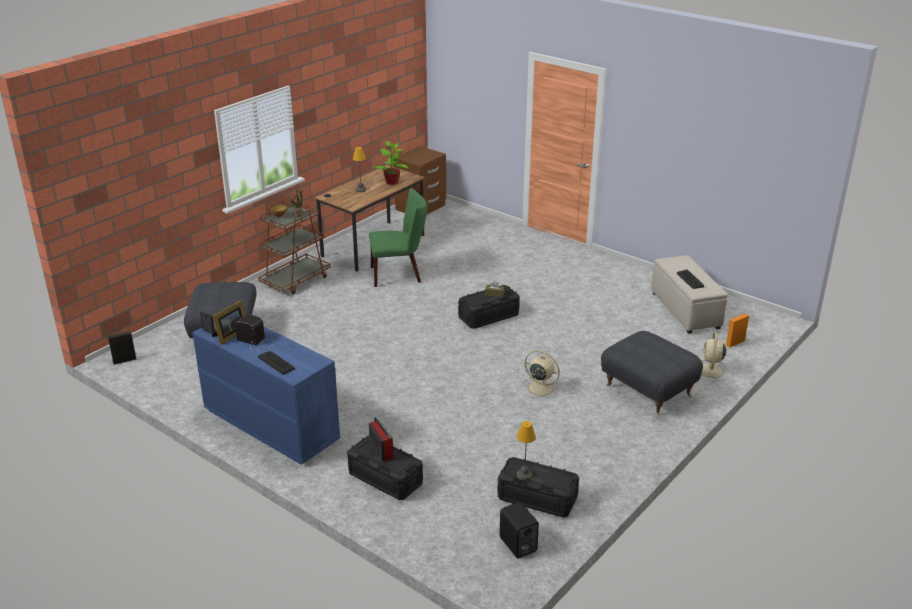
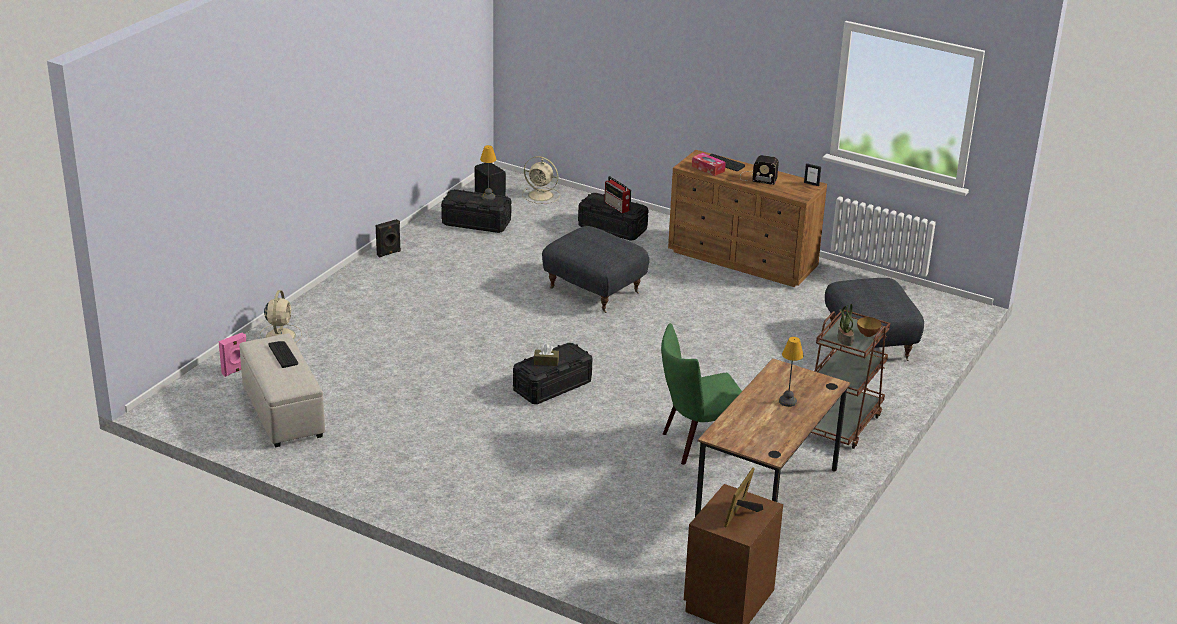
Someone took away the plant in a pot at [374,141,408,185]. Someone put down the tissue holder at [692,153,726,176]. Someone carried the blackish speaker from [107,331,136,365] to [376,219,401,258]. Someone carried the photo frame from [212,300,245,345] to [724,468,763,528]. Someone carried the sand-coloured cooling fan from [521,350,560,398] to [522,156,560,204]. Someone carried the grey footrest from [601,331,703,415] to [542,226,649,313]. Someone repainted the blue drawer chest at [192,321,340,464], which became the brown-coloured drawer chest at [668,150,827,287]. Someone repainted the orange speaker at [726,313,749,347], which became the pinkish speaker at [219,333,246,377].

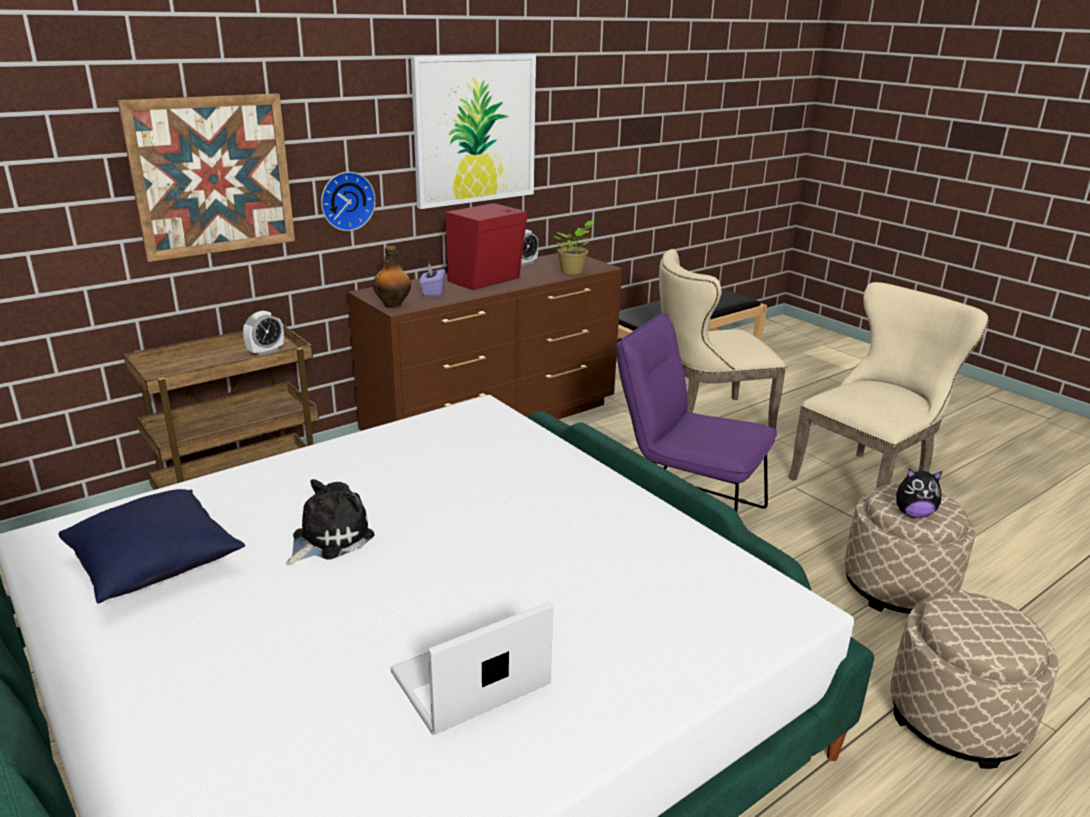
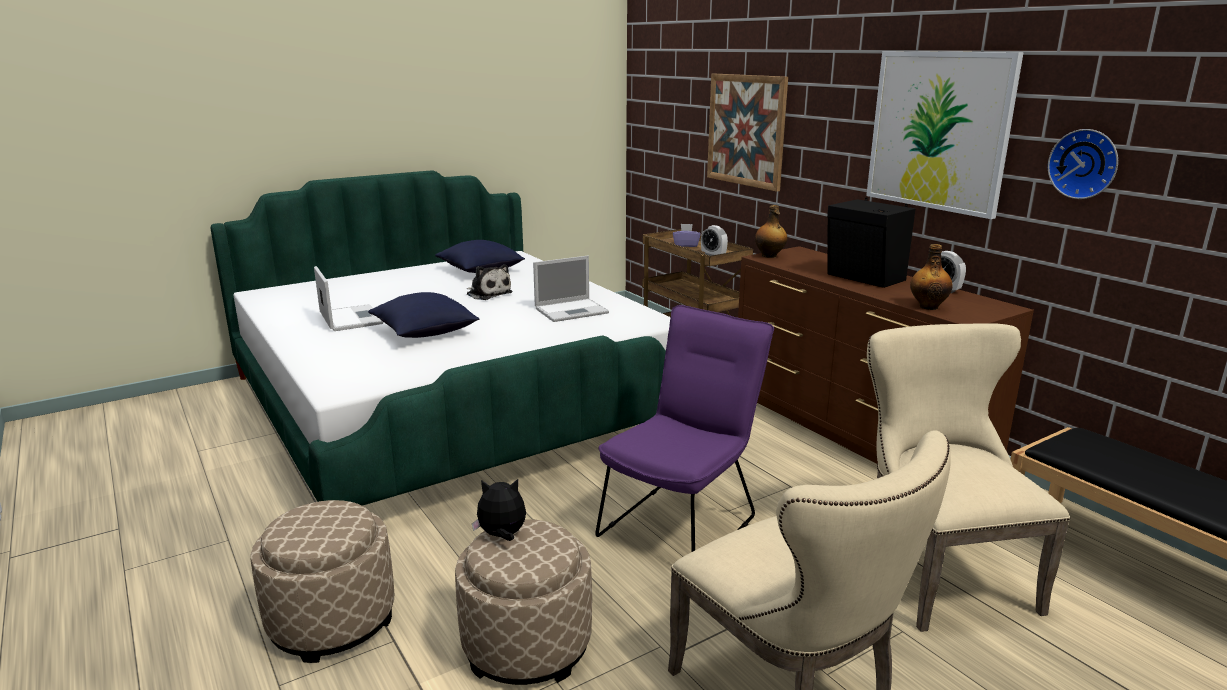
Someone put down the blue throw pillow at [368,292,480,338]. Someone put down the portable computer at [533,256,609,322]. Someone carried the wall clock from [321,172,376,231] to [1048,129,1118,199]. Someone carried the purple tissue holder from [420,263,445,297] to [673,224,701,247]. Someone swapped the plant in a pot at [554,220,594,275] for the drink bottle at [910,244,953,310]. Someone repainted the red-coloured speaker at [446,201,527,290], which became the blackish speaker at [827,197,915,288]. Someone rotated the plush toy at [896,468,942,518] by 75 degrees clockwise.

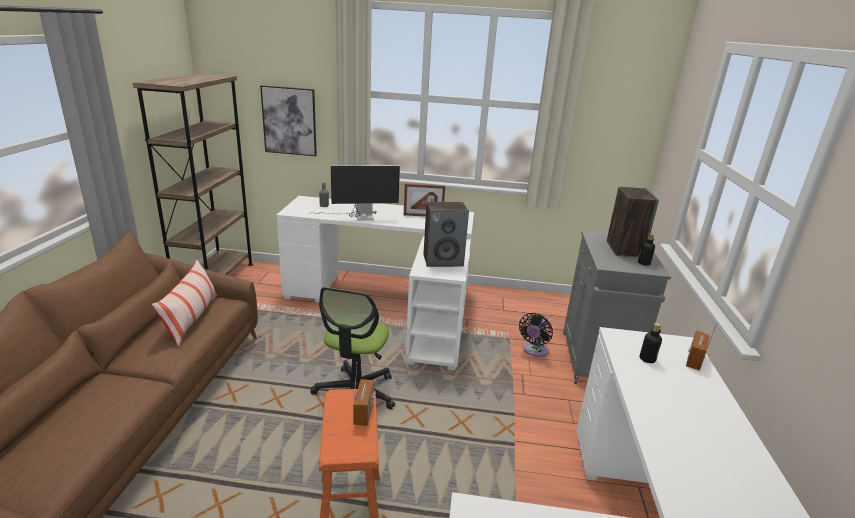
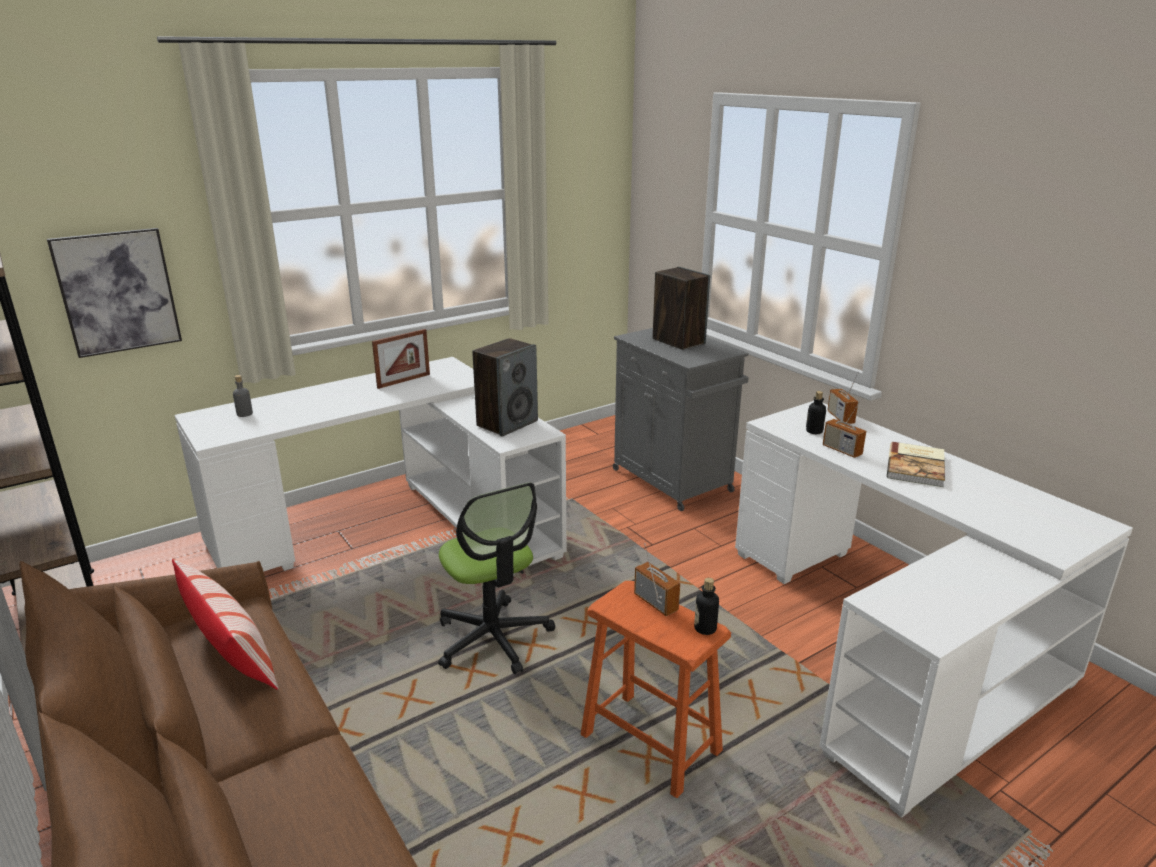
Someone took away the computer screen at [308,165,400,220]. Someone took away the blackish cooling fan at [519,313,553,357]. Someone put down the radio at [823,399,866,458]. Someone put down the volume at [887,442,945,487]. Someone carried the drink bottle from [638,233,655,266] to [694,578,719,635].

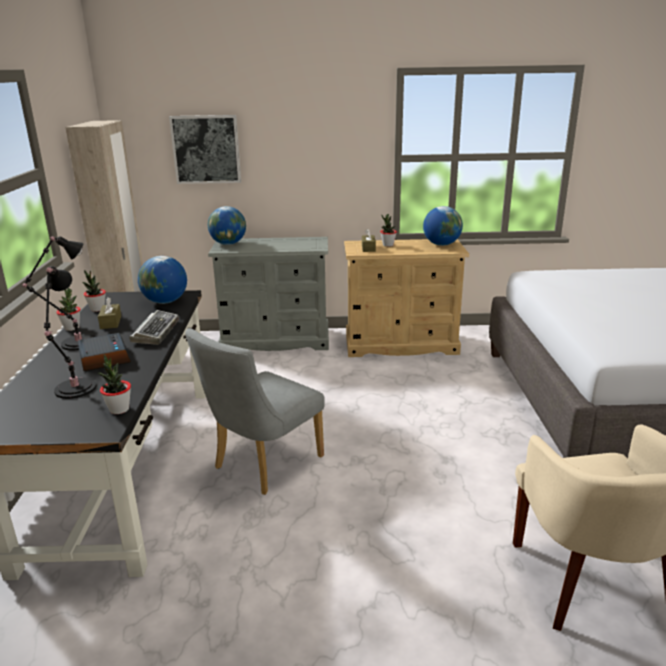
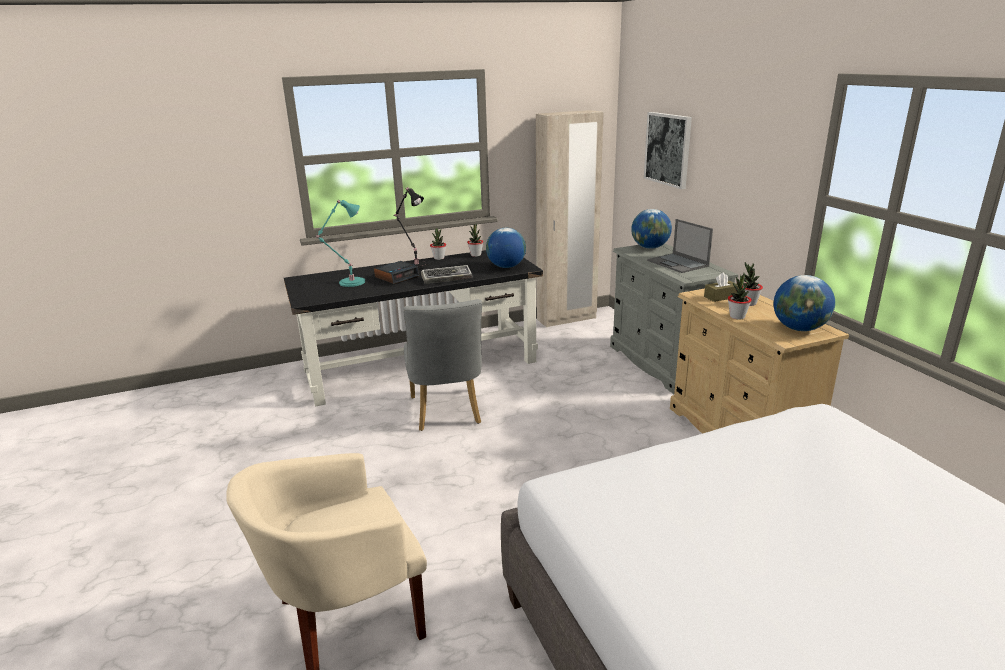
Someone took away the brown-coloured tissue holder at [98,297,121,329]. Someone put down the portable computer at [647,219,713,273]. Someone carried the plant in a pot from [98,354,131,414] to [728,273,752,319]. Someone repainted the blackish lamp for a table at [44,266,97,399], which became the blue-green lamp for a table at [316,200,365,287]. Someone rotated the grey upright chair at [185,328,325,495] by 120 degrees counterclockwise.

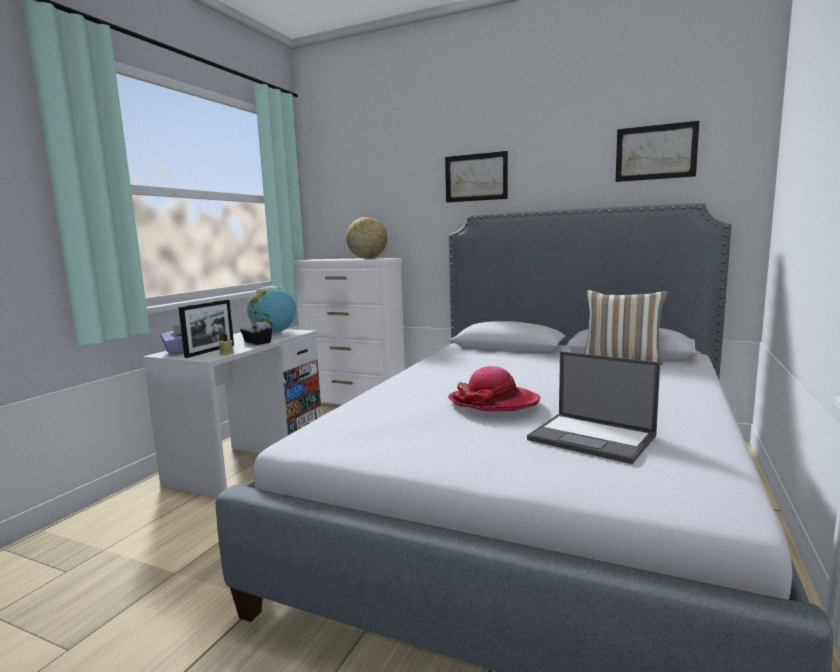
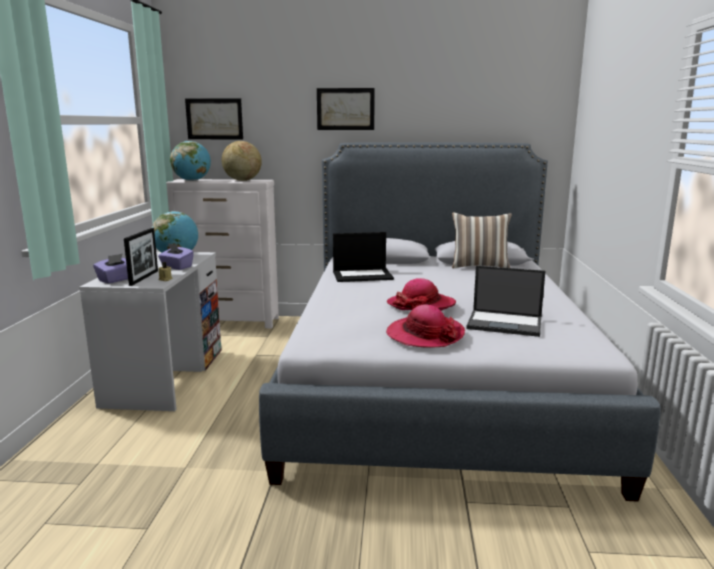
Someone put down the globe at [170,141,211,181]. Someone put down the portable computer at [333,232,394,282]. Someone put down the hat at [386,304,465,348]. Someone carried the wall art from [615,121,699,182] to [185,98,243,139]. Someone repainted the blackish tissue holder at [240,317,272,345], which became the purple tissue holder at [158,243,194,270].

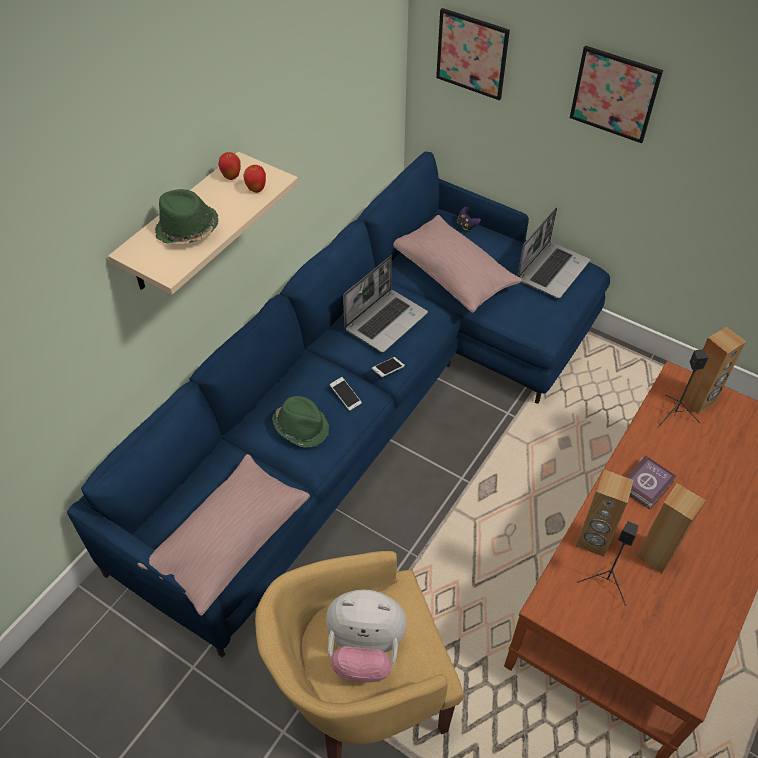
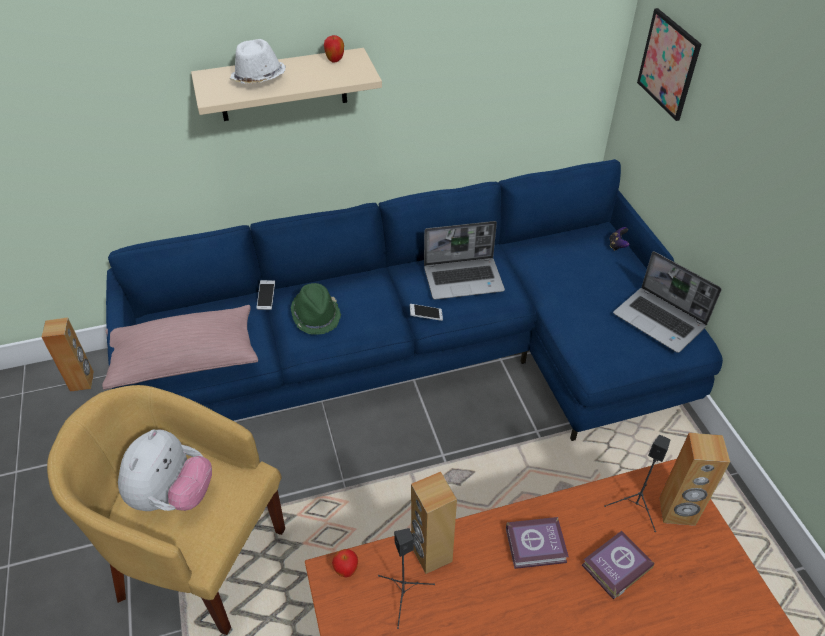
Someone took away the pinkish throw pillow at [393,215,522,313]. Someone took away the wall art at [570,45,663,143]. Someone put down the volume at [582,531,655,600]. Someone carried the apple fruit from [243,165,266,193] to [332,549,358,578]. Someone carried the telephone from [330,377,362,411] to [257,280,275,310]. Someone carried the brown-coloured speaker from [636,483,706,573] to [42,317,94,392]. Someone repainted the greenish hat at [155,189,219,244], which became the whitish hat at [230,39,286,84]. Someone rotated the plush toy at [326,590,407,682] by 120 degrees counterclockwise. Someone rotated the portable computer at [518,207,591,299] by 60 degrees clockwise.

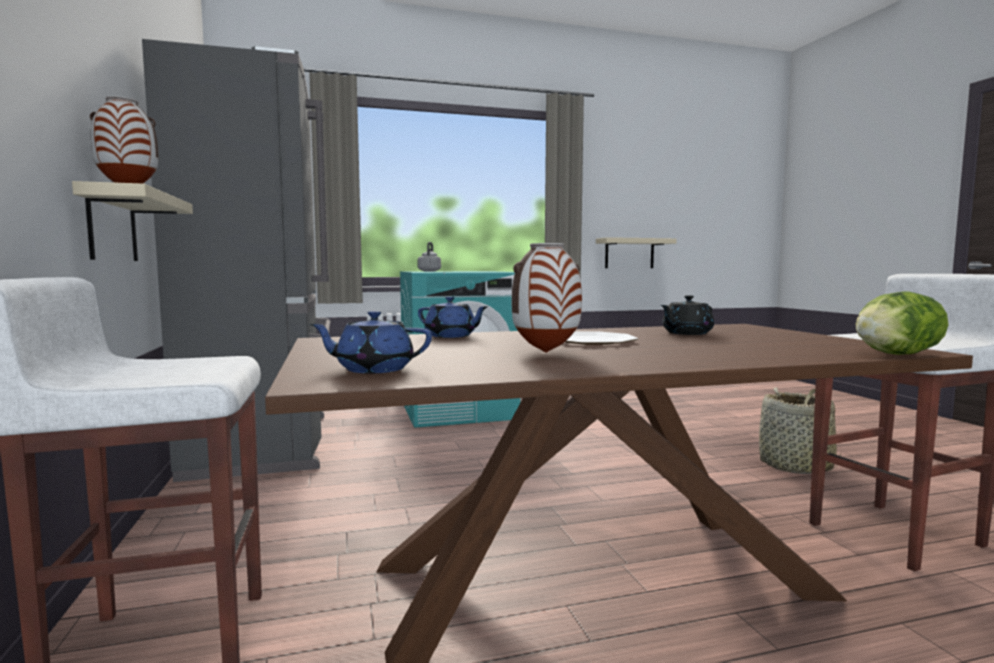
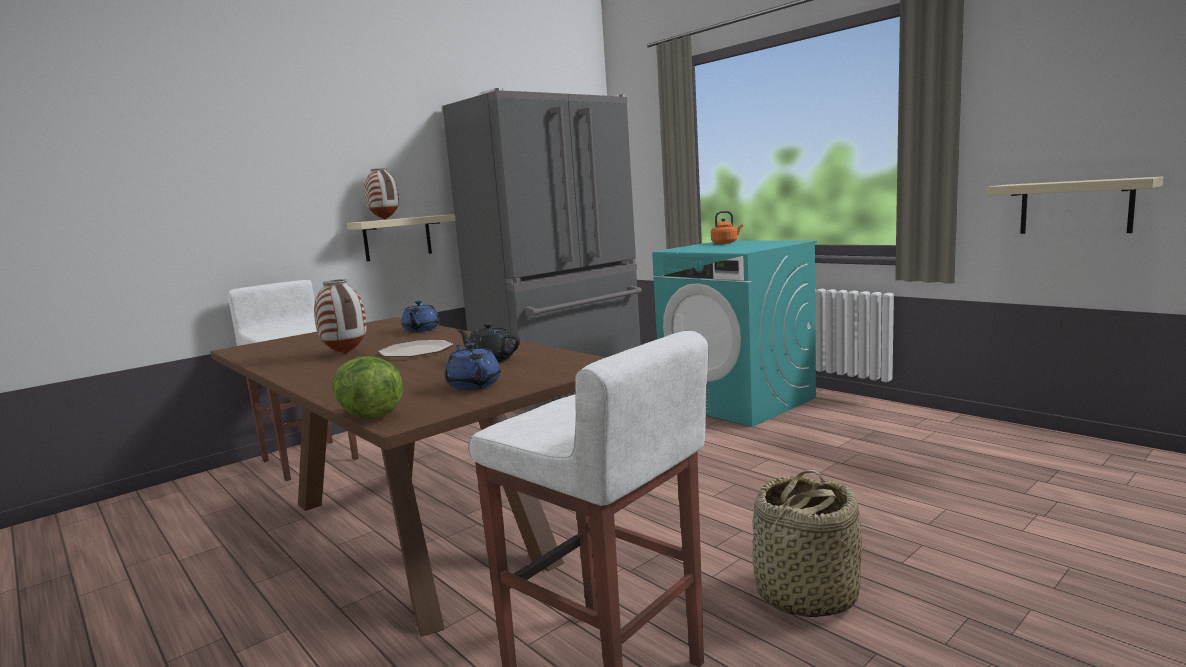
Someone carried the blue tea pot from [310,311,432,373] to [445,343,501,390]. Someone repainted the grey kettle at [418,242,441,271], which became the orange kettle at [711,211,743,244].

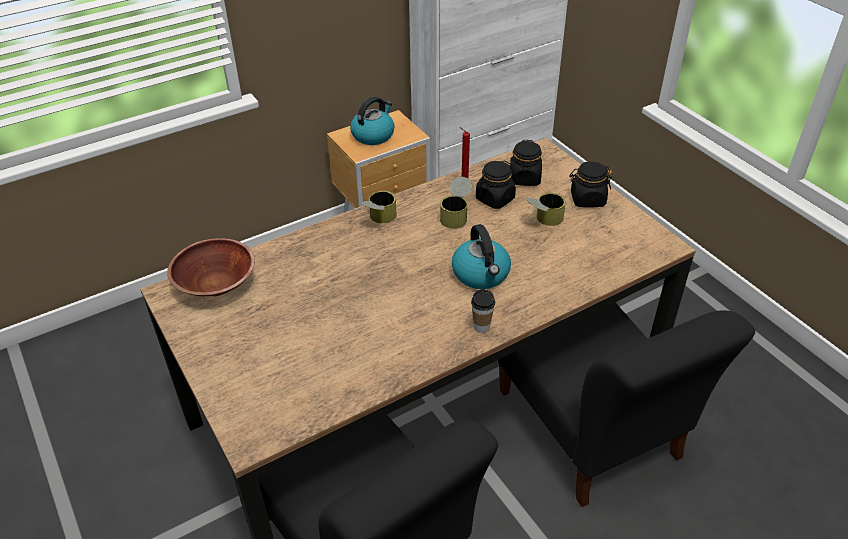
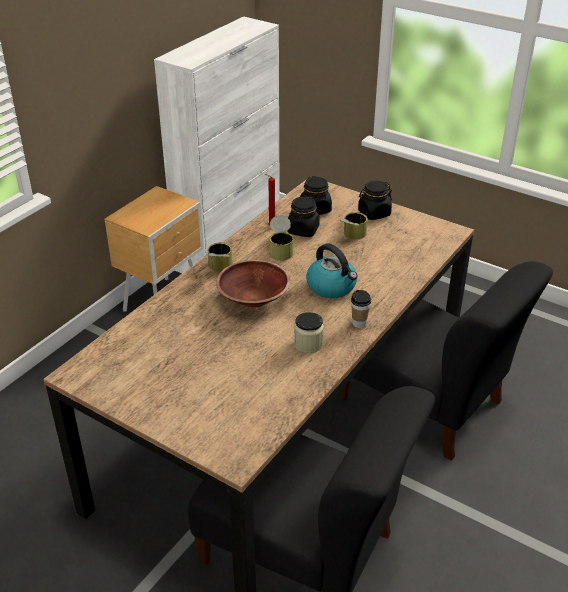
Someone took away the kettle at [350,96,394,145]. Someone put down the jar at [294,312,324,353]. Someone carried the brown-coloured deep dish from [167,238,255,296] to [216,260,291,307].

